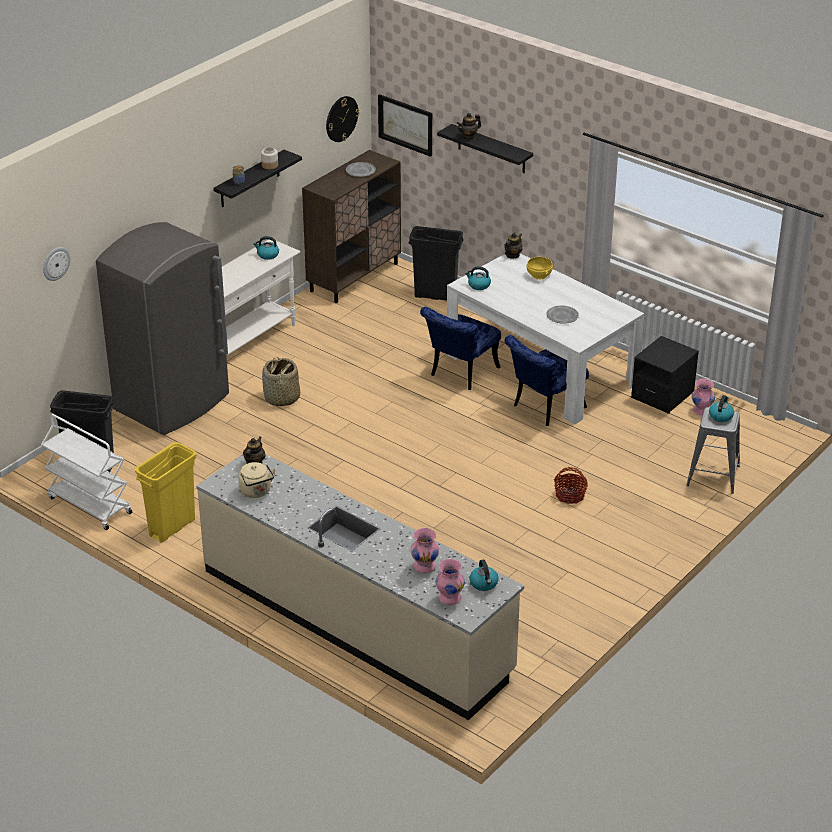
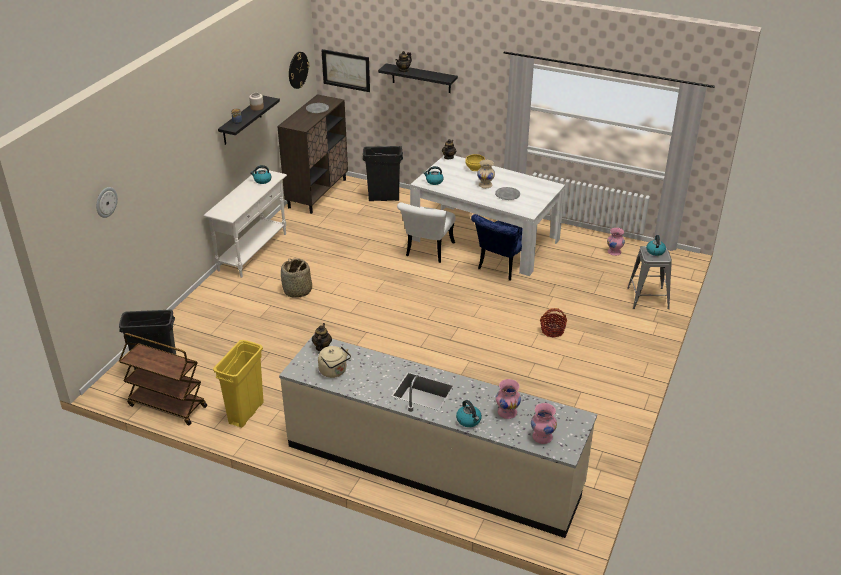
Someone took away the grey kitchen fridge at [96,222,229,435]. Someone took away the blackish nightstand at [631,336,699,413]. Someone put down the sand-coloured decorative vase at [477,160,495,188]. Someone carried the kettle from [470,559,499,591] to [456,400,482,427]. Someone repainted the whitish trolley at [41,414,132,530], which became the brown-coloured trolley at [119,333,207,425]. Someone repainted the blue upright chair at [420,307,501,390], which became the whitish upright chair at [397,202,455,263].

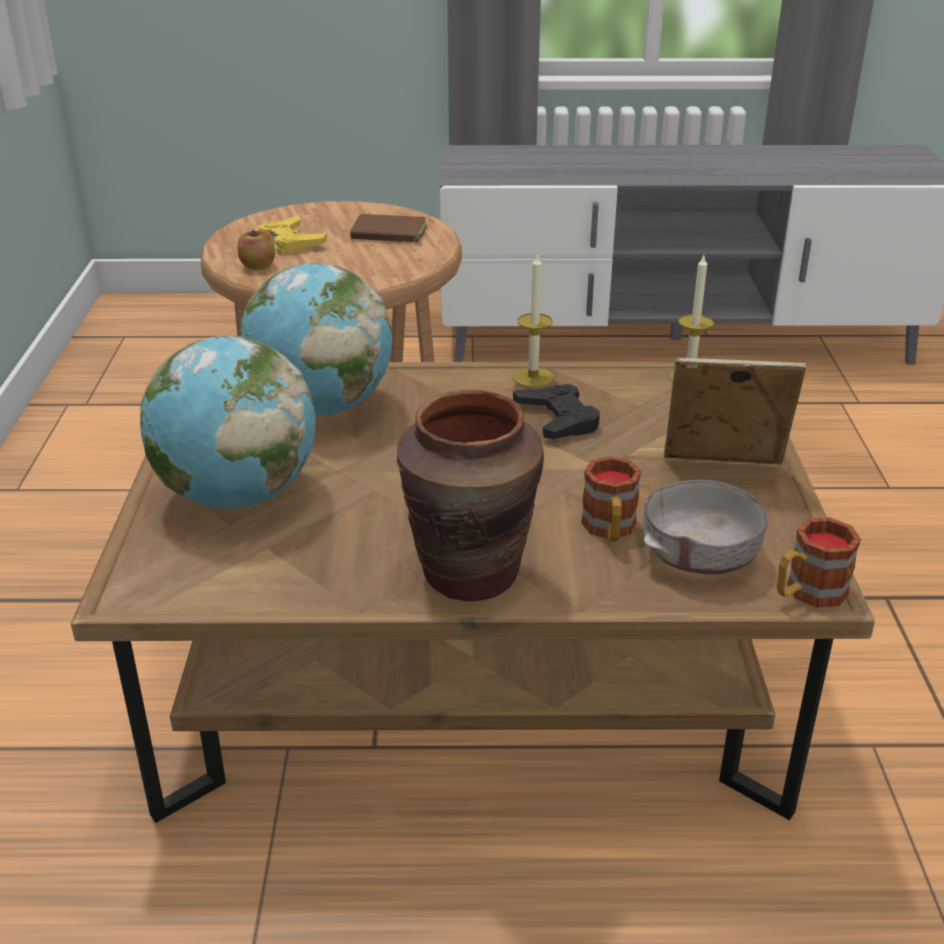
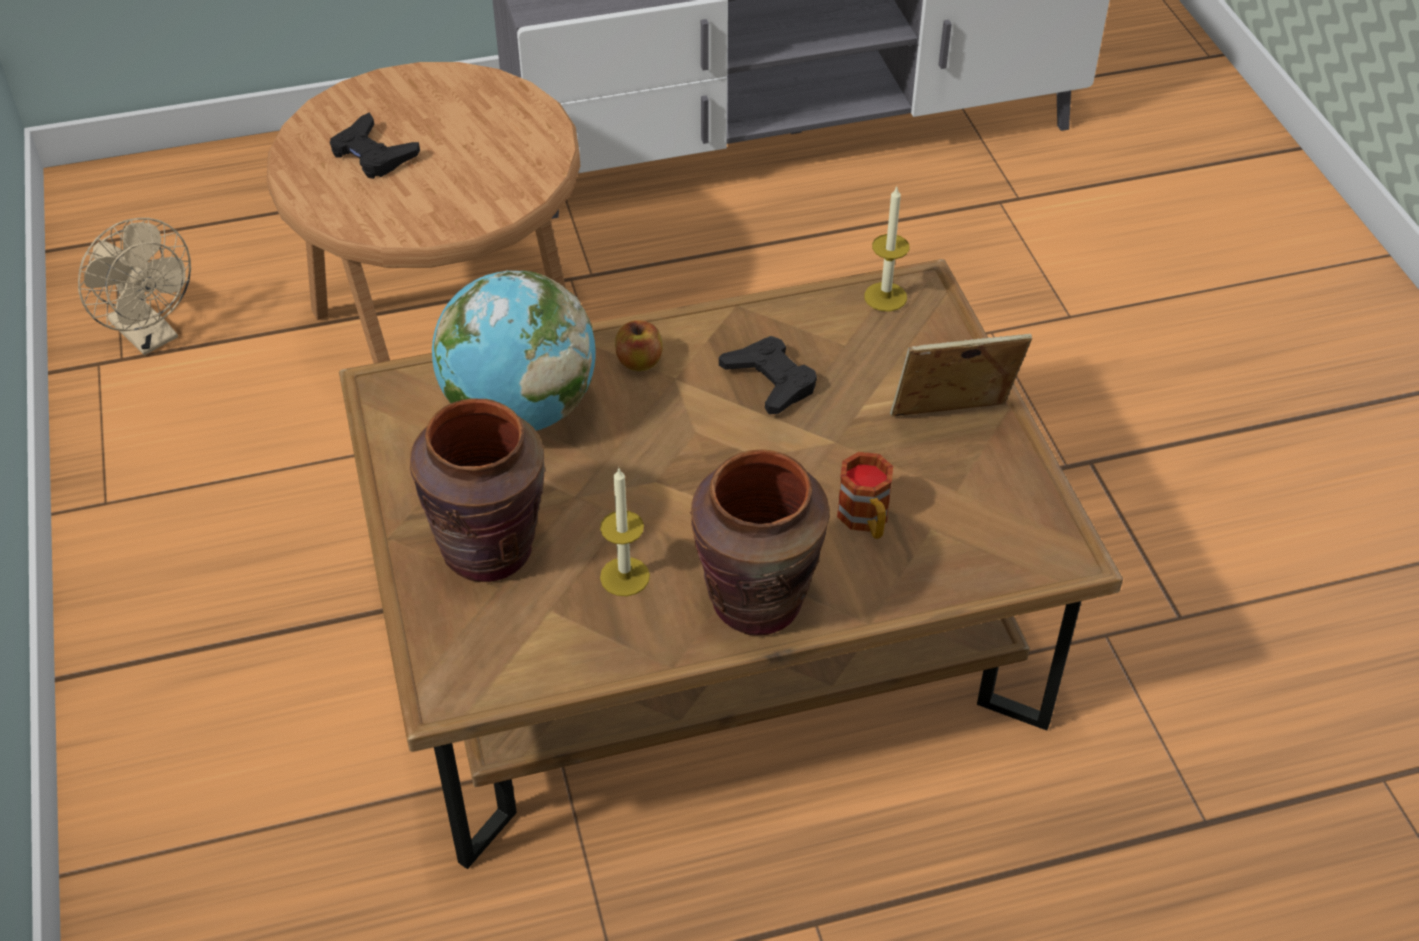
Someone took away the brown-coloured volume at [350,214,427,243]. Someone took away the grey deep dish at [643,480,768,575]. Someone took away the mug at [777,517,861,608]. Someone put down the sand-coloured cooling fan at [78,218,191,355]. Someone carried the apple fruit from [238,228,275,270] to [615,320,663,371]. Someone carried the wax candle from [513,253,553,387] to [600,467,650,596]. Someone swapped the globe at [140,336,315,509] for the brown-coloured decorative vase at [410,399,545,582]. Someone repainted the yellow game controller at [258,215,327,254], which became the blackish game controller at [330,113,420,179].

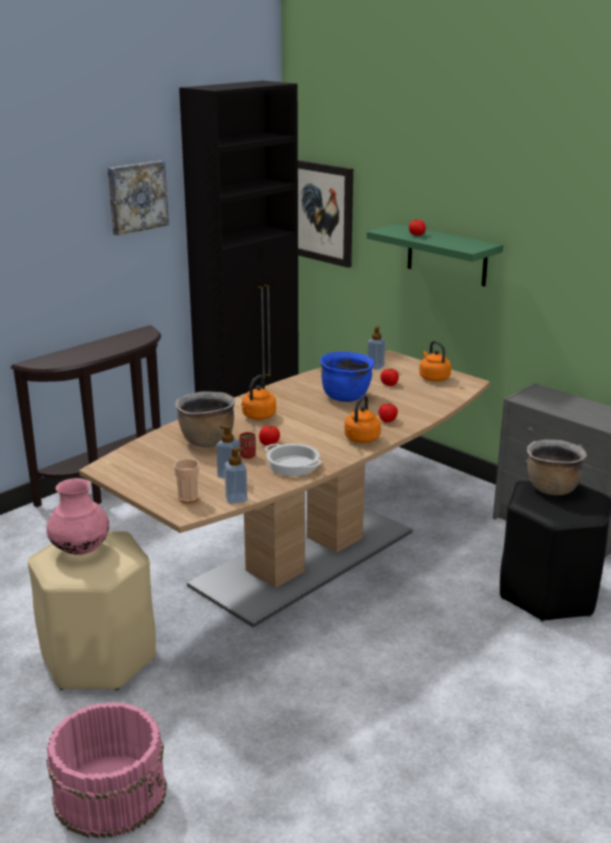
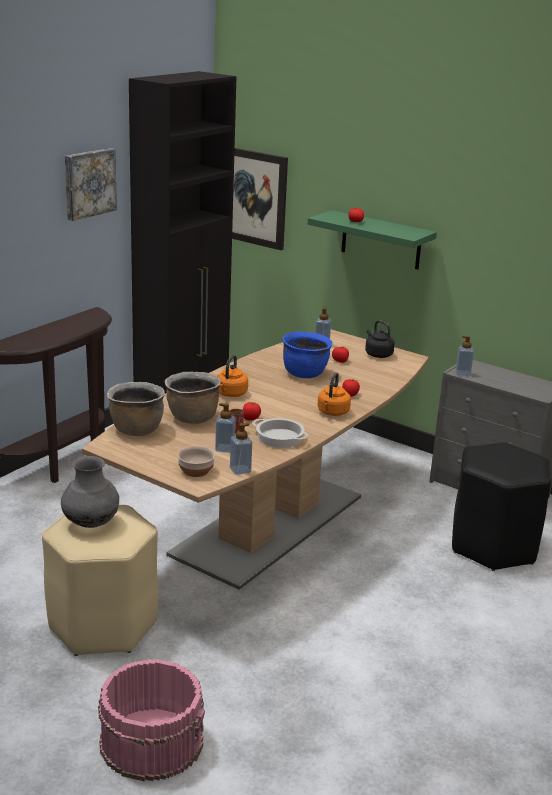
Someone put down the soap bottle at [456,336,474,376]. Someone carried the brown-coloured cooking pot from [527,440,587,495] to [107,382,165,436]. Someone swapped the drinking cup at [174,459,199,503] for the deep dish at [177,446,215,477]. Someone repainted the pinkish decorative vase at [46,478,109,555], which became the grey decorative vase at [61,456,119,528]. Someone repainted the orange kettle at [419,341,451,382], which became the blackish kettle at [365,320,395,358].

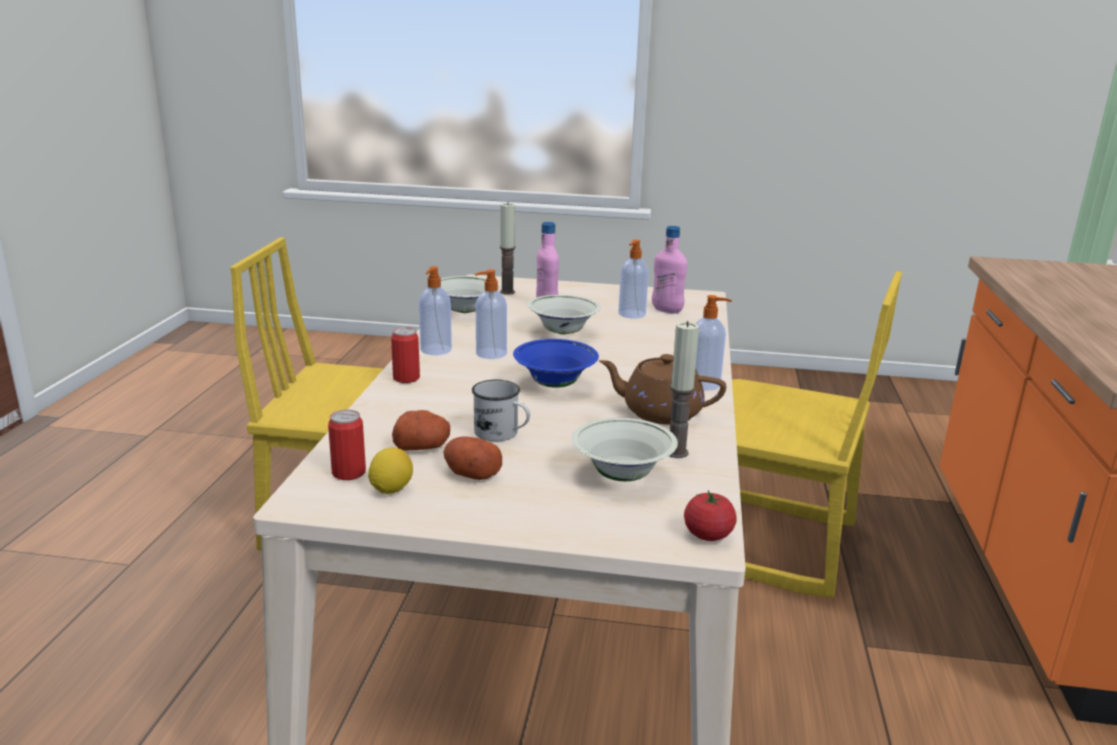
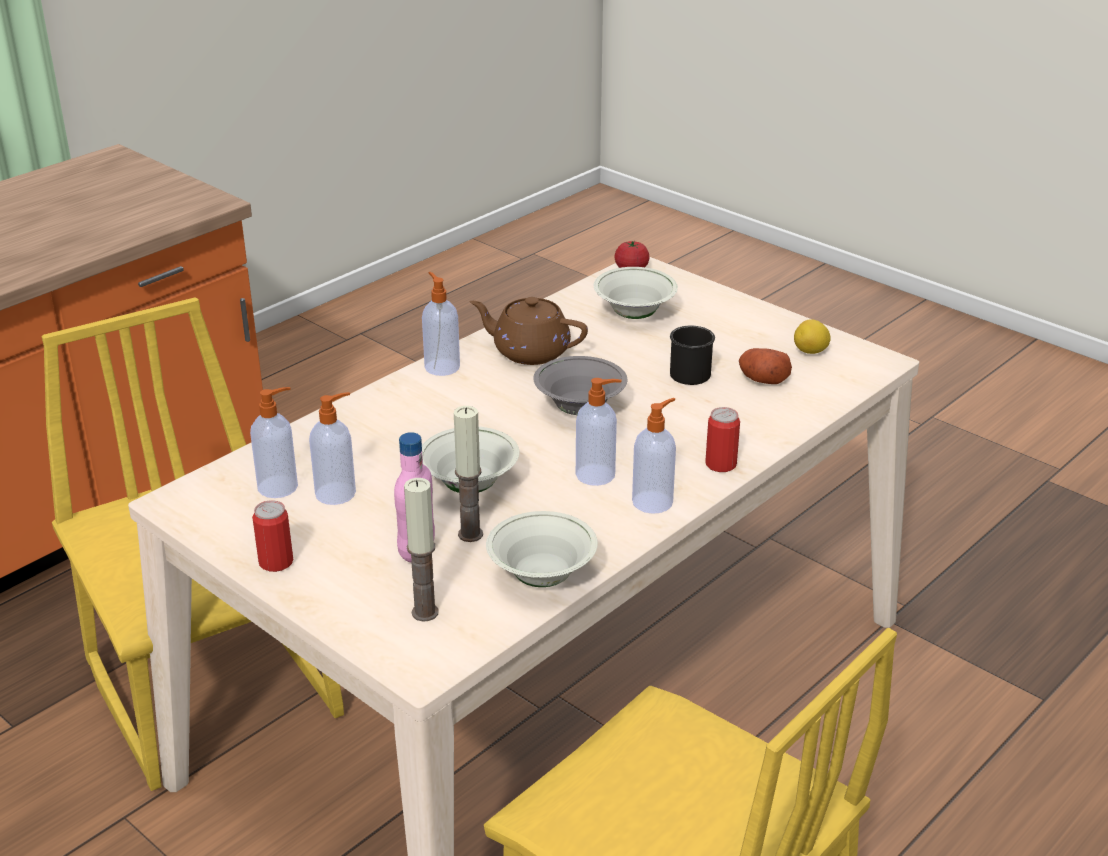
Someone took away the spud at [444,436,502,480]. Someone carried the metal can from [328,409,366,480] to [252,500,293,572]. Someone carried the wax candle from [670,321,699,458] to [454,406,483,542]. Someone swapped the pinkish drink bottle at [652,226,687,314] for the soap bottle at [250,387,298,498]. Someone repainted the whitish mug at [472,380,530,442], which became the blackish mug at [670,326,715,385]. Someone repainted the blue deep dish at [513,339,599,388], which became the grey deep dish at [533,356,627,415]. Someone rotated the brown-coloured tea pot at [599,354,726,424] by 150 degrees clockwise.

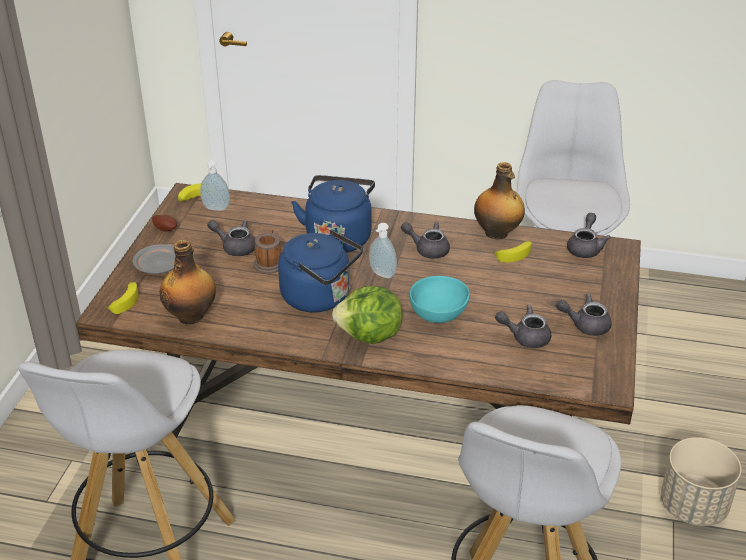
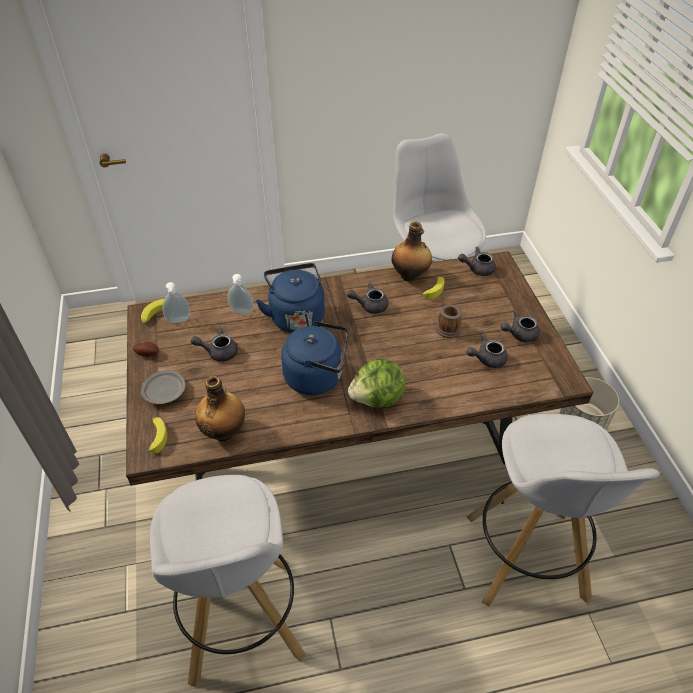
Someone took away the blue-green deep dish at [410,276,470,323]. Someone carried the mug from [254,230,282,274] to [436,301,462,338]. Someone carried the soap bottle from [369,223,397,278] to [228,274,254,314]. Someone rotated the grey tea pot at [567,213,611,258] by 90 degrees counterclockwise.

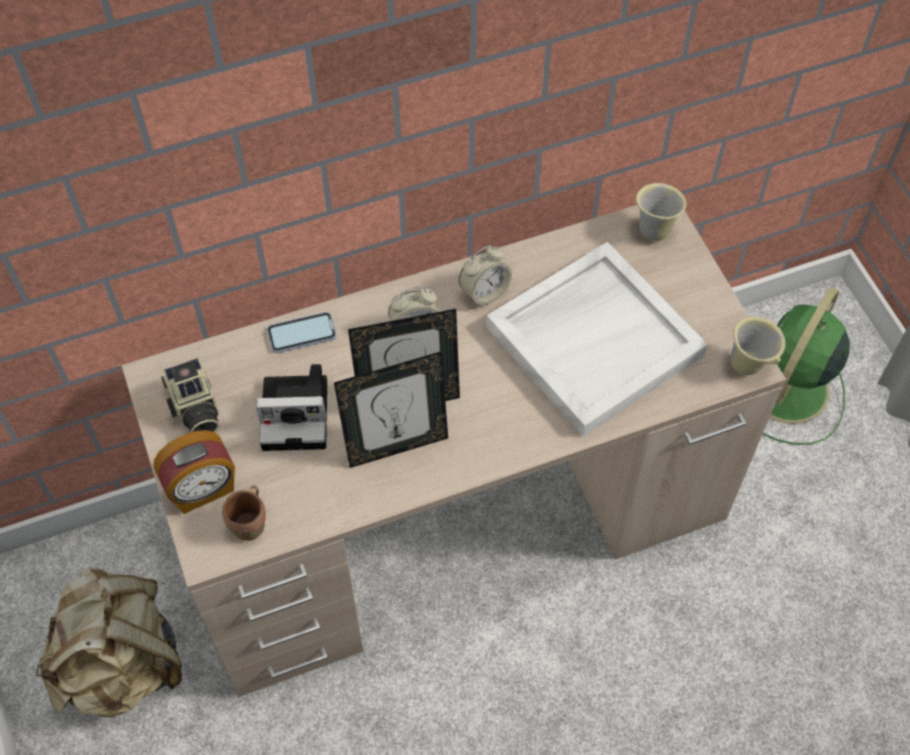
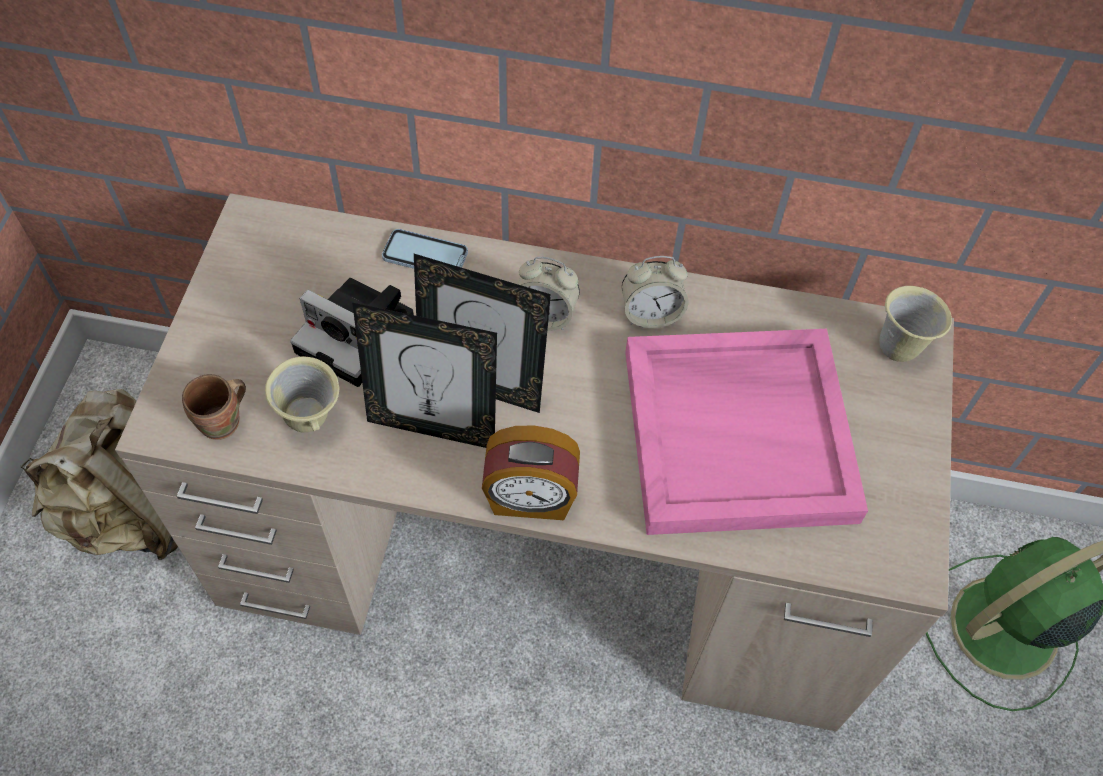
Someone took away the photo camera at [161,357,220,433]. Someone carried the alarm clock from [154,430,235,514] to [482,425,580,520]. Someone carried the sand-coloured mug from [730,316,785,375] to [265,356,339,433]. Someone repainted the whitish serving tray at [486,242,708,436], which became the pinkish serving tray at [625,329,868,535].

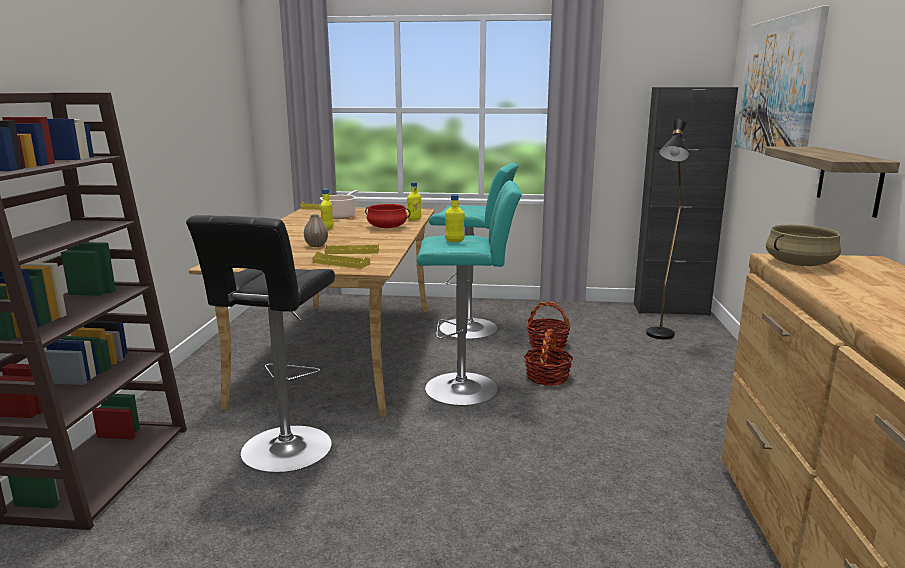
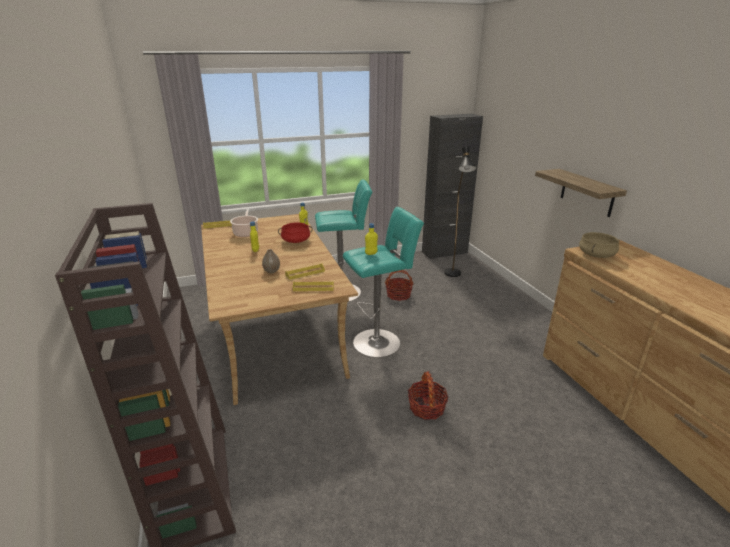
Someone took away the blackish stool at [186,215,335,473]. Someone took away the wall art at [735,6,829,154]. Someone carried the household basket from [524,329,574,386] to [408,371,449,420].

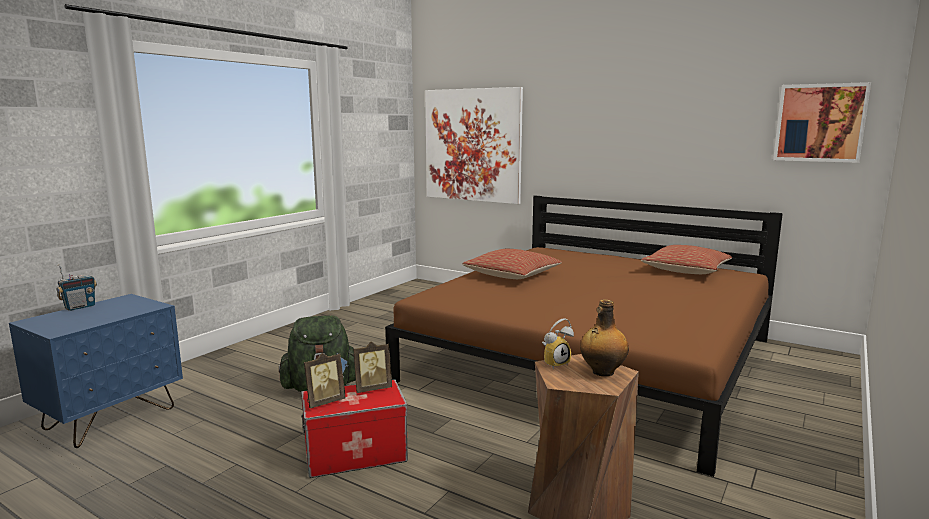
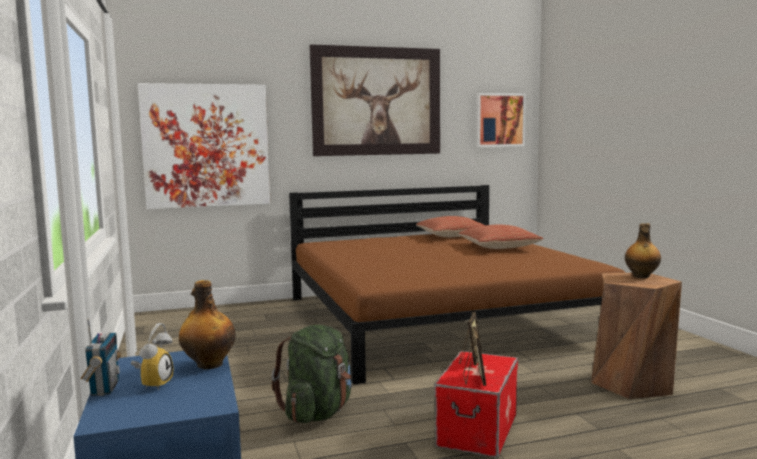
Someone put down the drink bottle at [179,280,236,369]. Someone put up the wall art at [309,44,440,156]. Someone carried the throw pillow from [462,249,562,279] to [459,225,543,249]. Someone carried the alarm clock from [542,318,574,369] to [131,323,173,390].

